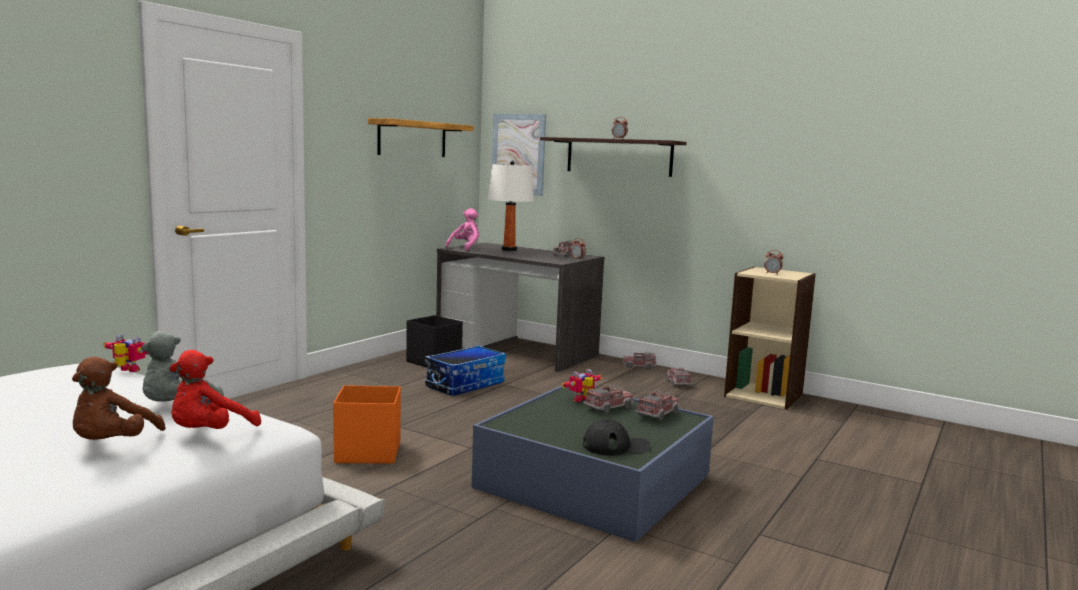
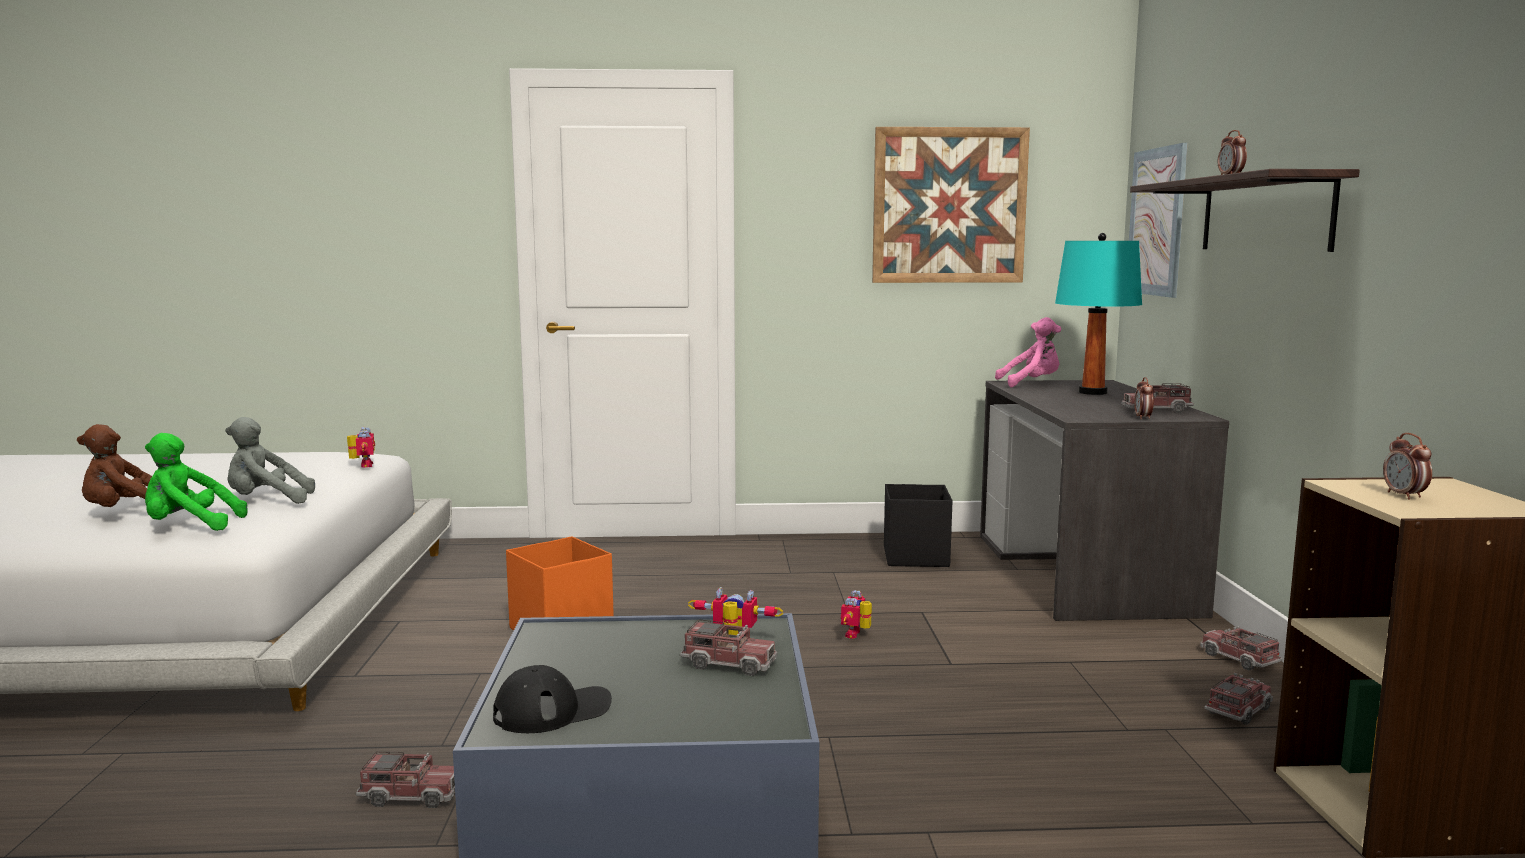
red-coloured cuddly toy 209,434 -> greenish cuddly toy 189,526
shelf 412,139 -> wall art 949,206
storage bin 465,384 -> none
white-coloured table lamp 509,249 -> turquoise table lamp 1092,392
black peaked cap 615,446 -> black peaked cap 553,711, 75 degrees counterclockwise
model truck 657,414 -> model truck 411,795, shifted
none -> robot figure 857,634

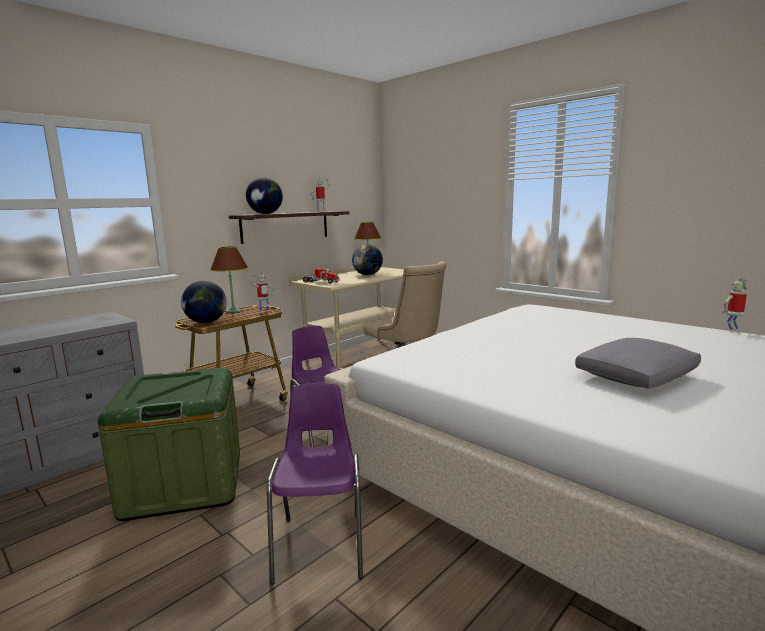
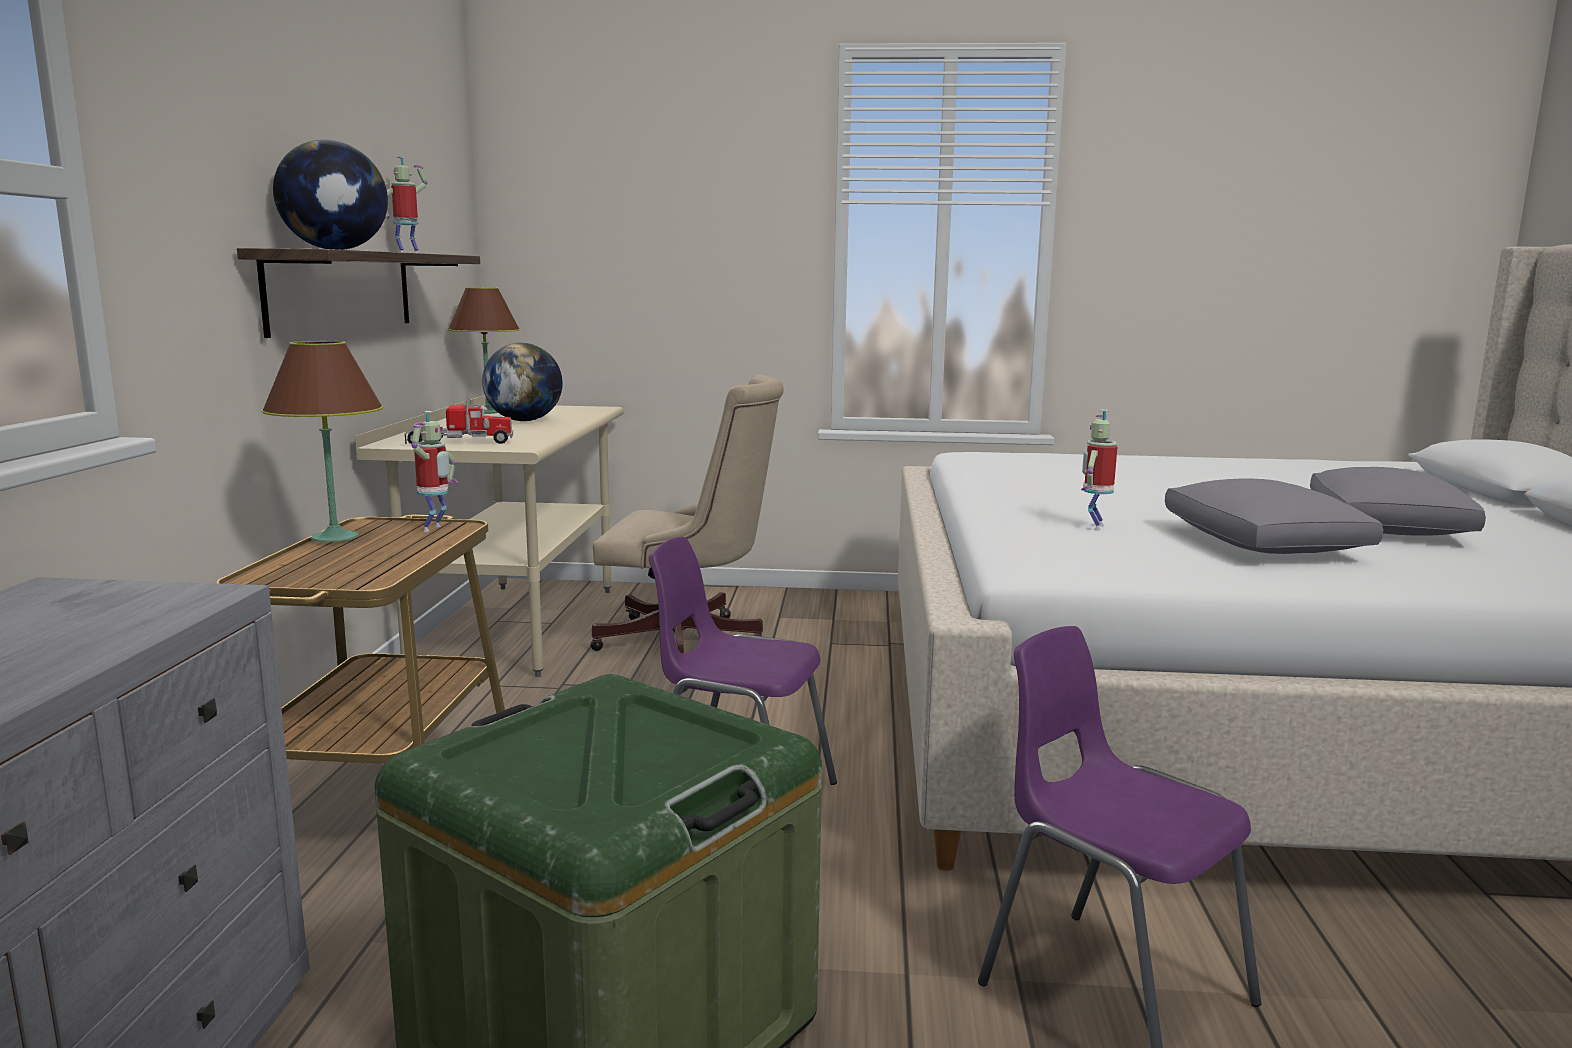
desk globe 206,322 -> none
robot figure 732,330 -> robot figure 1094,527, shifted
none -> gray cushion 1263,544

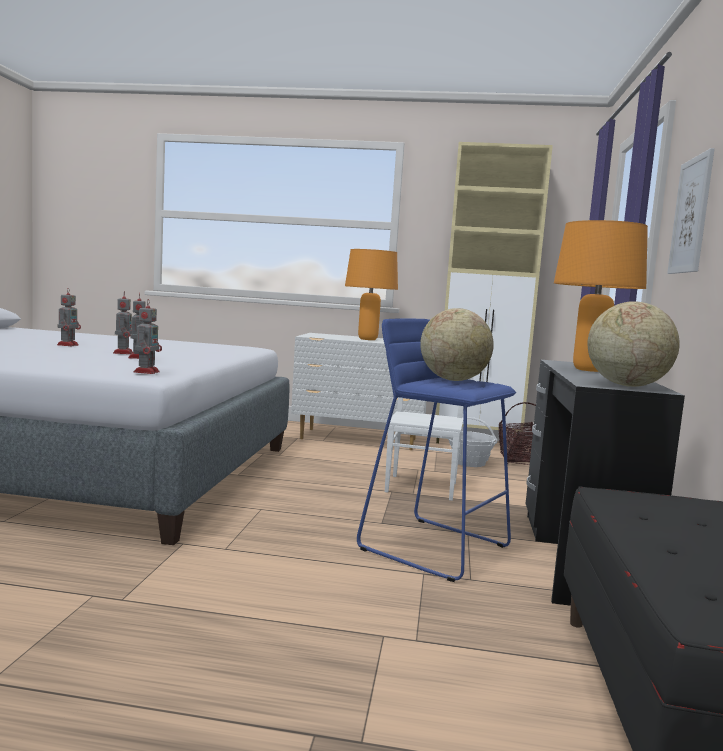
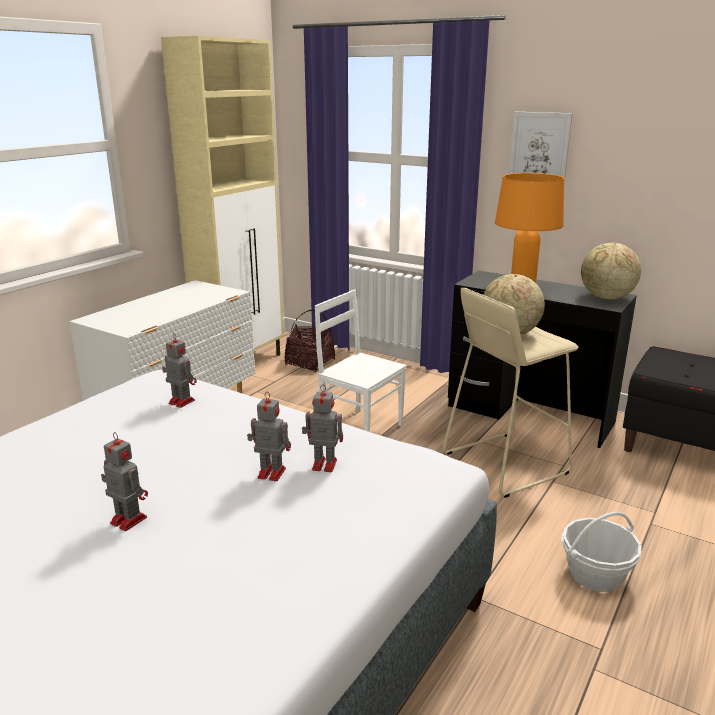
robot figure 147,372 -> robot figure 180,401, shifted
orange table lamp 367,339 -> none
bluish sitting stool 434,547 -> beige sitting stool 504,463
household basket 469,462 -> household basket 595,575, shifted

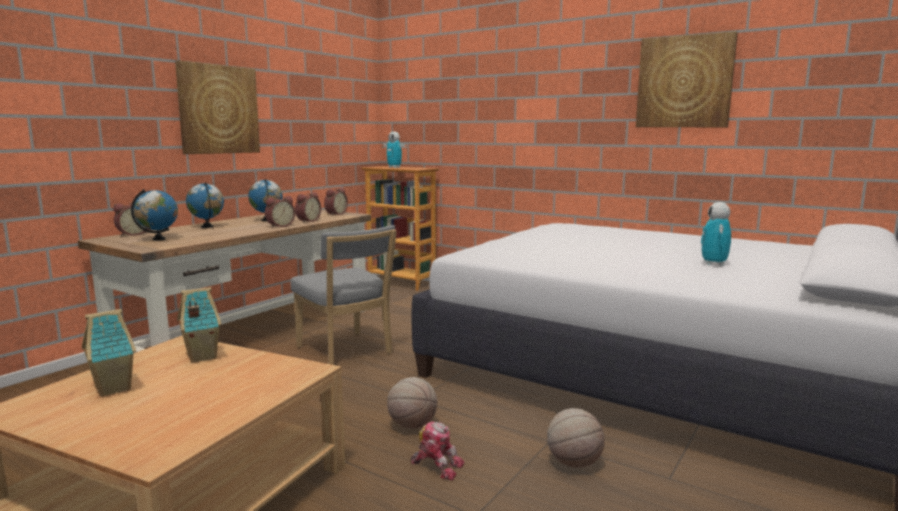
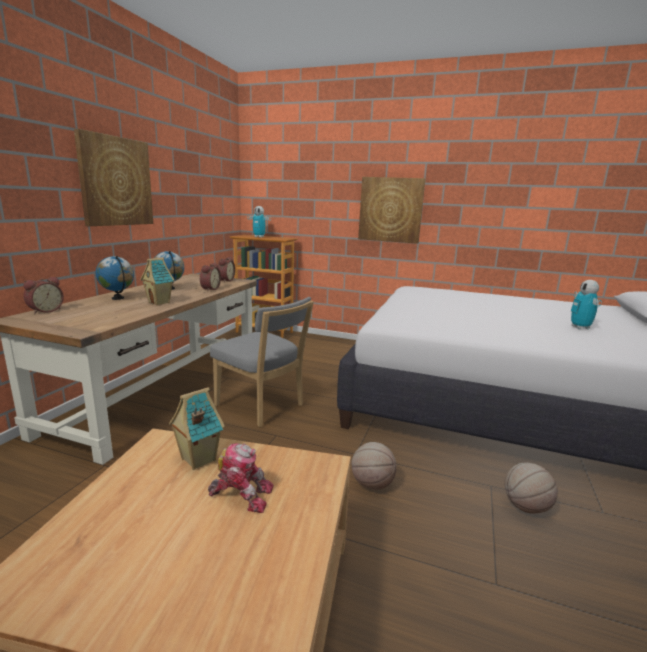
miniature house 115,389 -> miniature house 160,302, shifted
desk globe 159,239 -> none
bedside clock 280,226 -> none
robot figure 437,466 -> robot figure 241,494, shifted
wall art 684,82 -> wall art 390,210, shifted

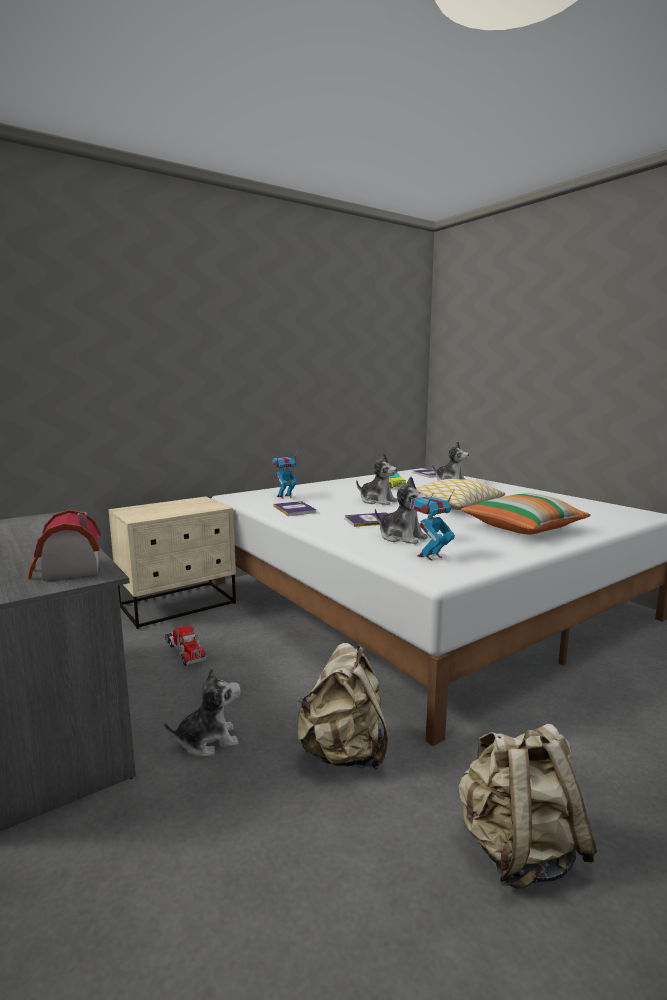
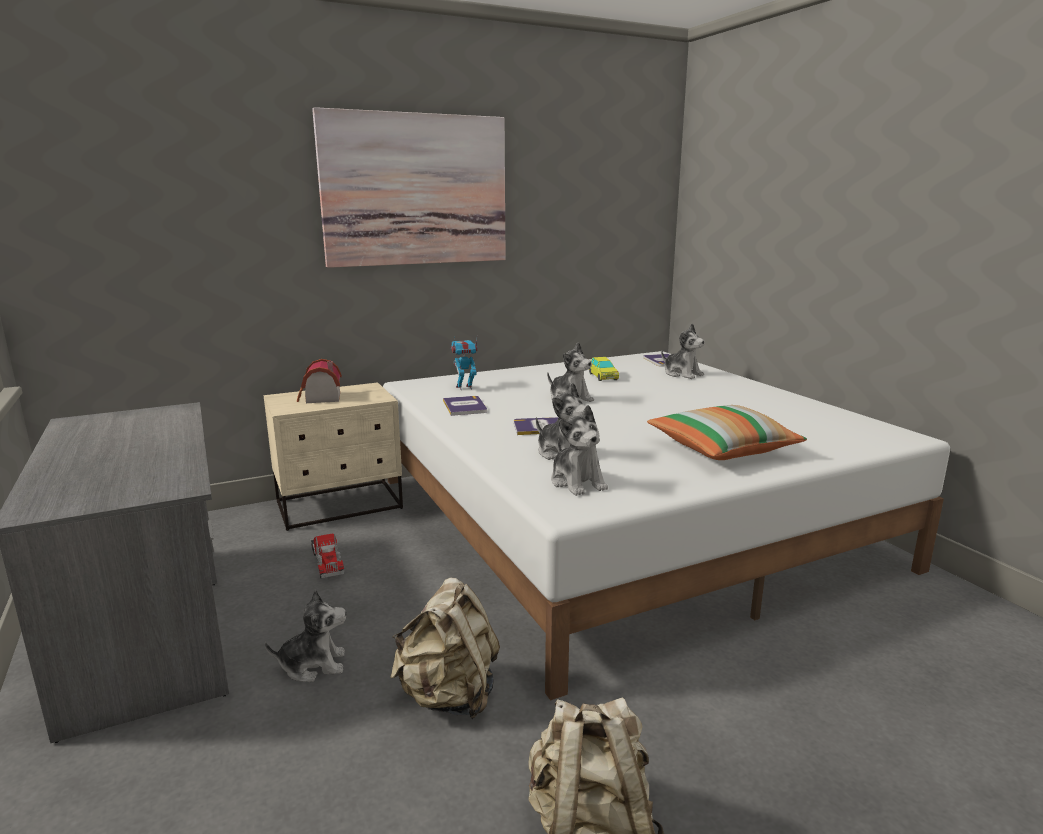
miniature house 67,570 -> miniature house 320,398, shifted
robot figure 430,556 -> cuddly toy 577,482
cushion 452,505 -> none
none -> wall art 416,190

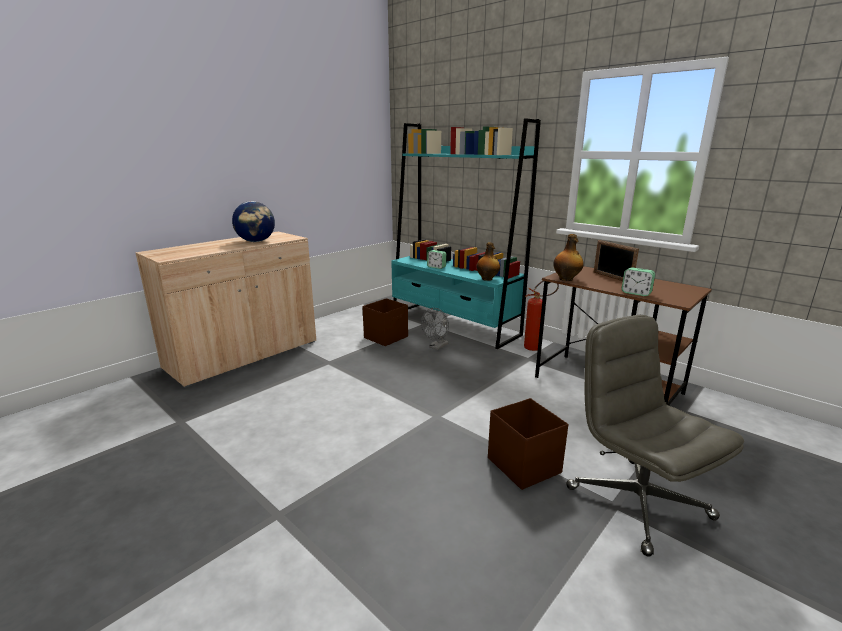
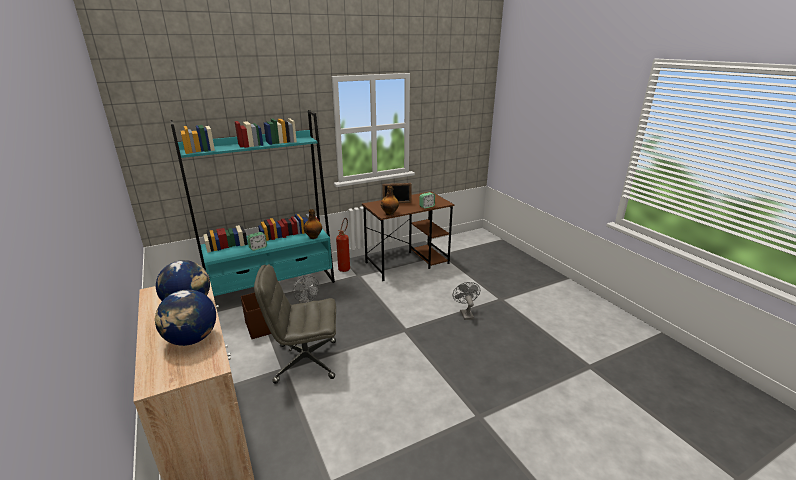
brown-coloured storage bin 523,465 -> gray fan 465,313
gray computer chair 636,502 -> gray computer chair 305,361, shifted
none -> desk globe 192,339

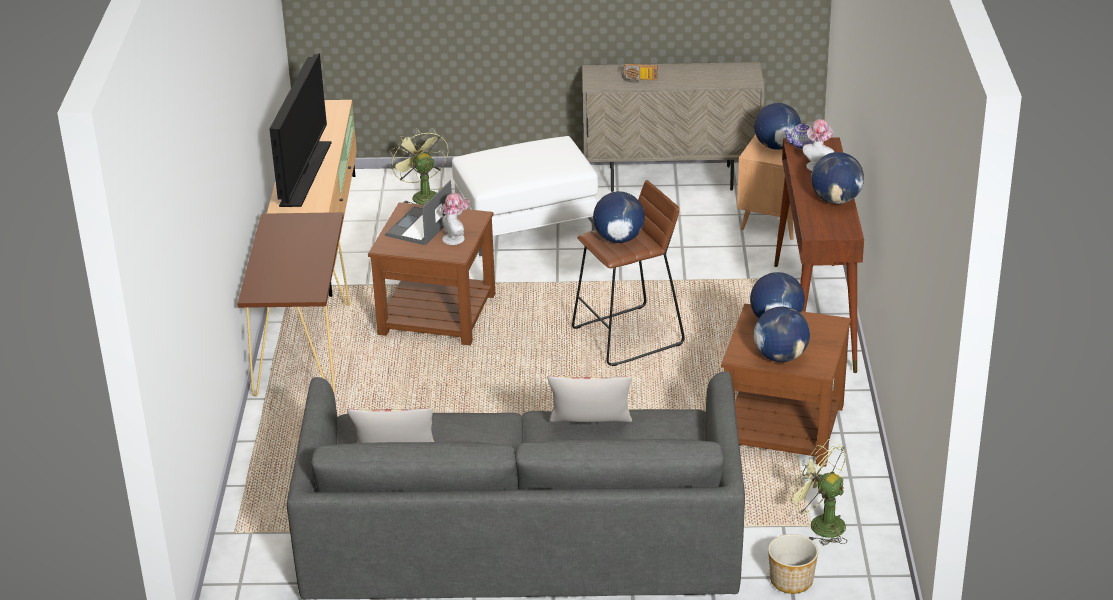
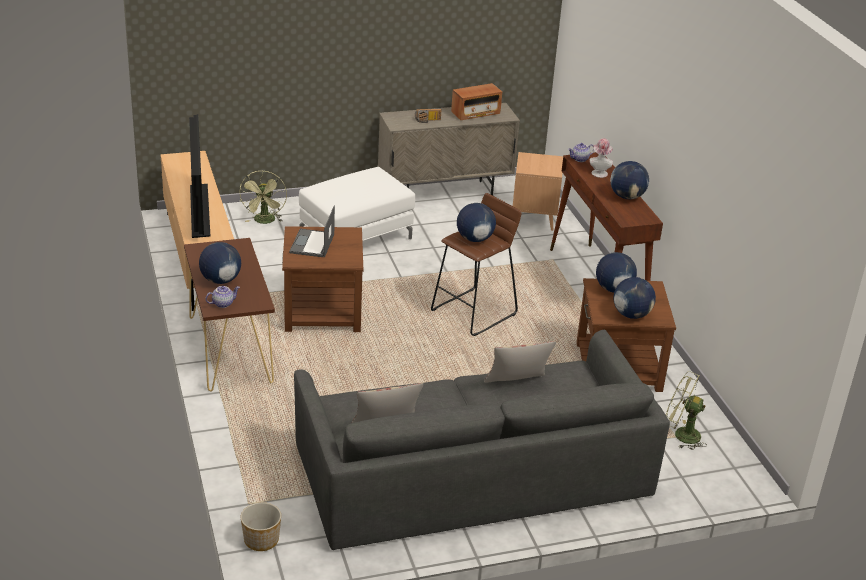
greenish fan 422,196 -> greenish fan 264,221, 135 degrees counterclockwise
clothing hat 456,238 -> none
desk globe 776,146 -> desk globe 220,280, shifted
planter 791,581 -> planter 261,540, shifted
none -> pot for tea 223,303
none -> radio set 475,113

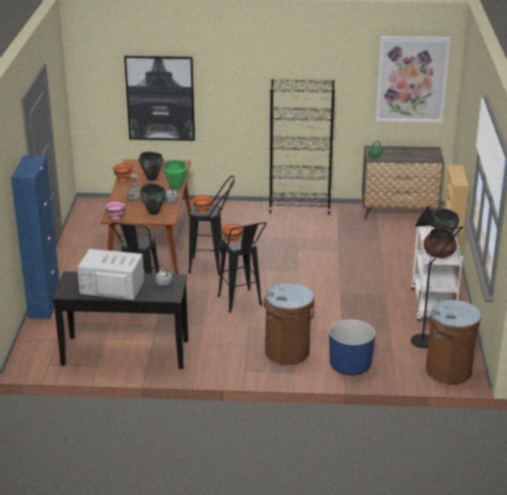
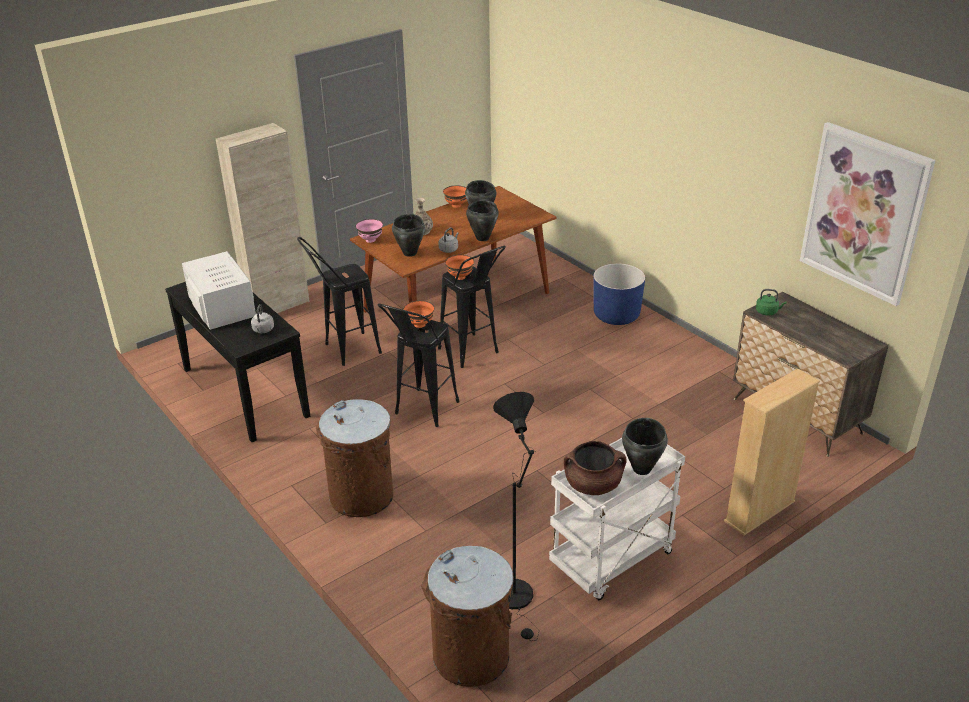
bluish cabinet 44,305 -> beige cabinet 277,306
wall art 160,98 -> none
greenish cooking pot 176,187 -> black cooking pot 482,238
black bookshelf 299,209 -> none
bluish planter 350,365 -> bluish planter 616,315, shifted

